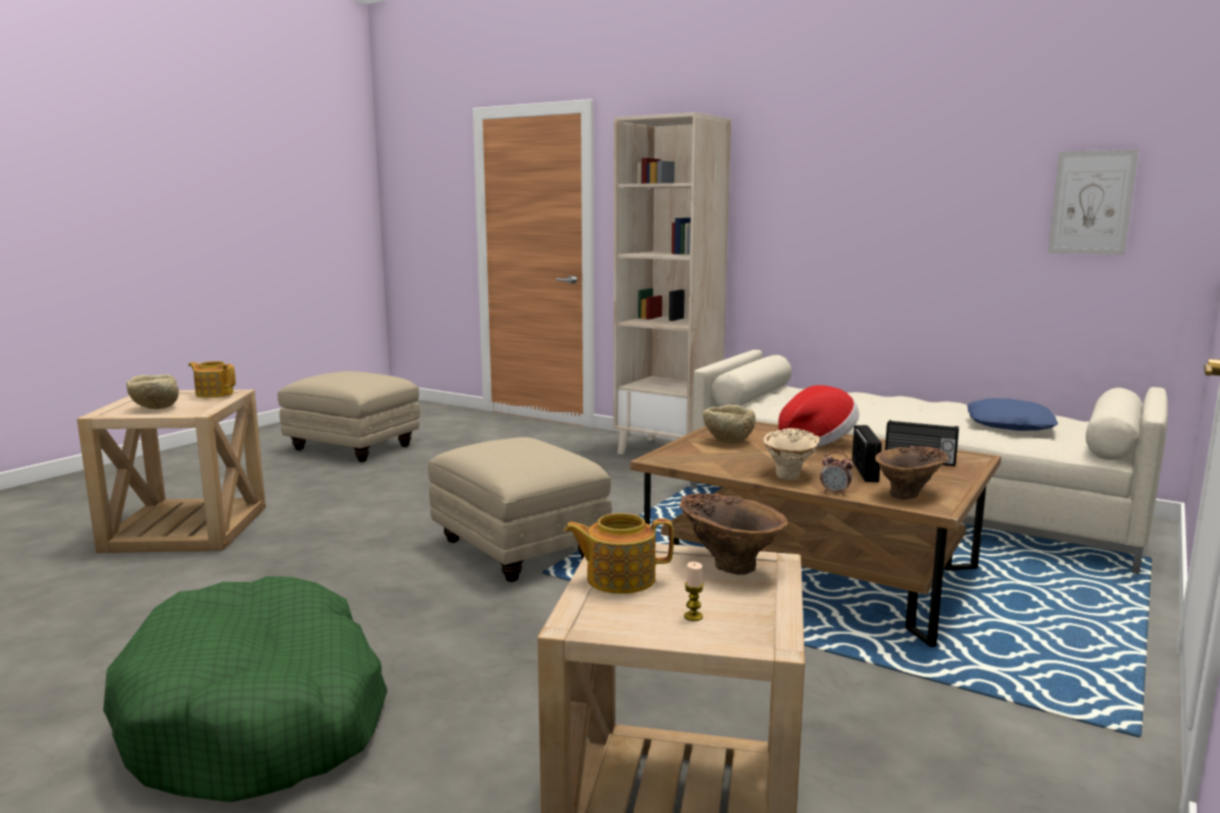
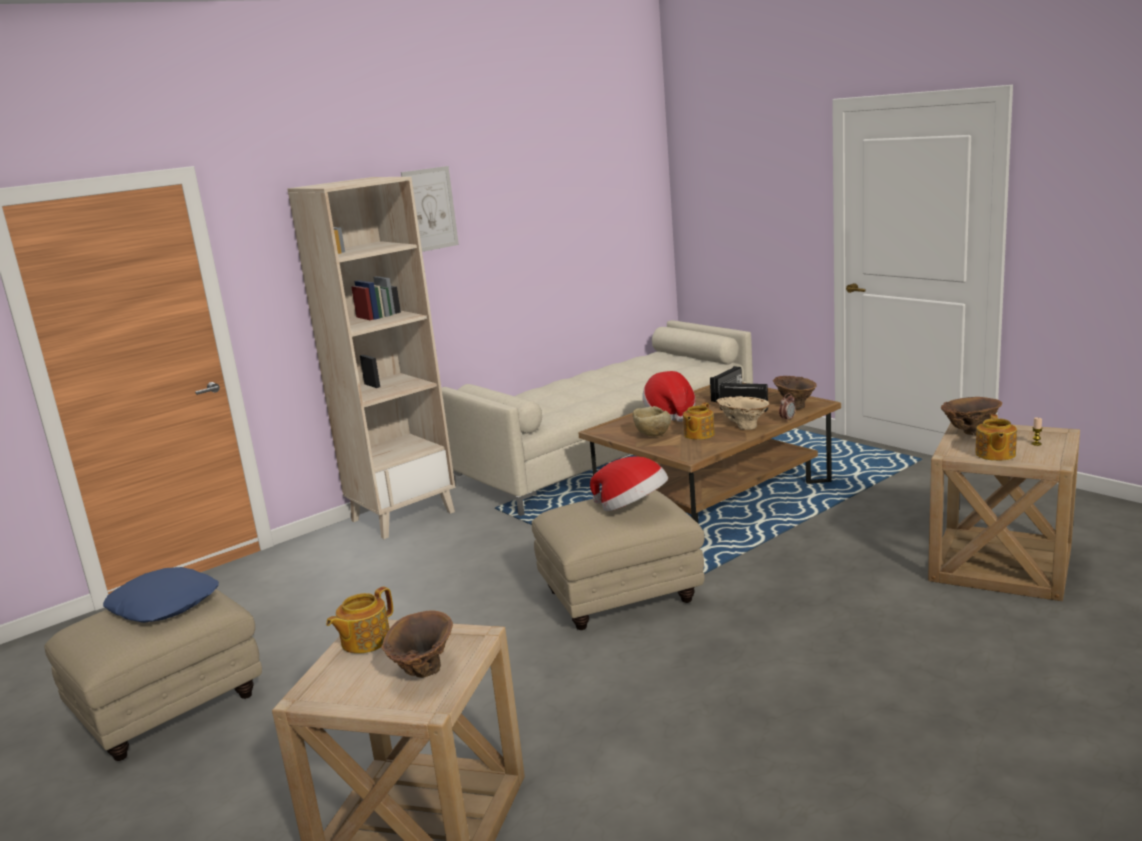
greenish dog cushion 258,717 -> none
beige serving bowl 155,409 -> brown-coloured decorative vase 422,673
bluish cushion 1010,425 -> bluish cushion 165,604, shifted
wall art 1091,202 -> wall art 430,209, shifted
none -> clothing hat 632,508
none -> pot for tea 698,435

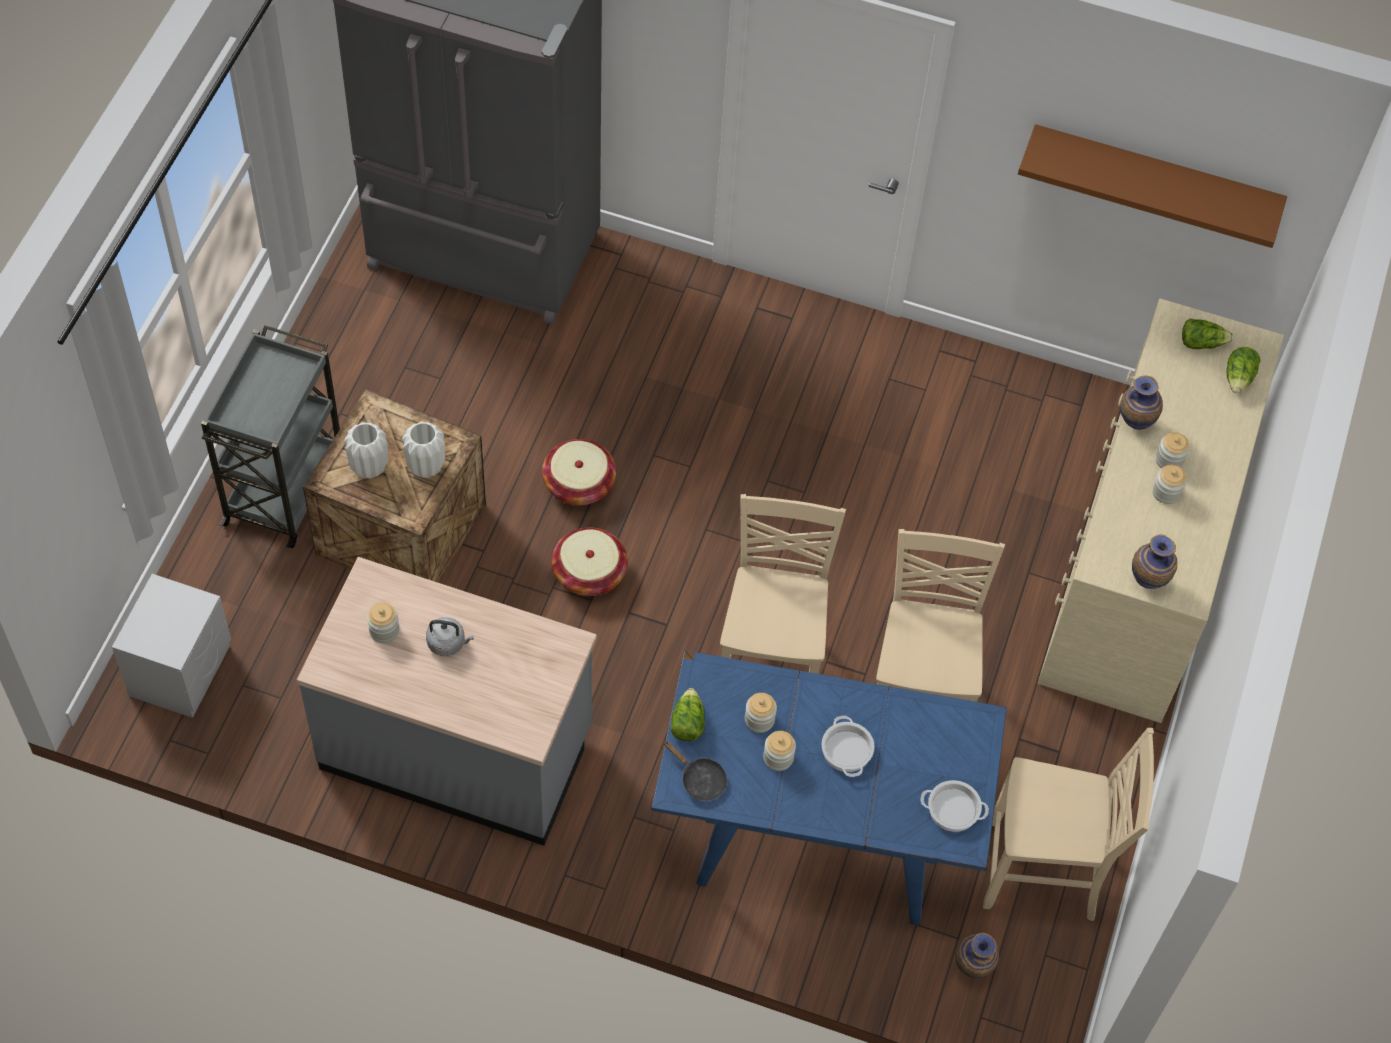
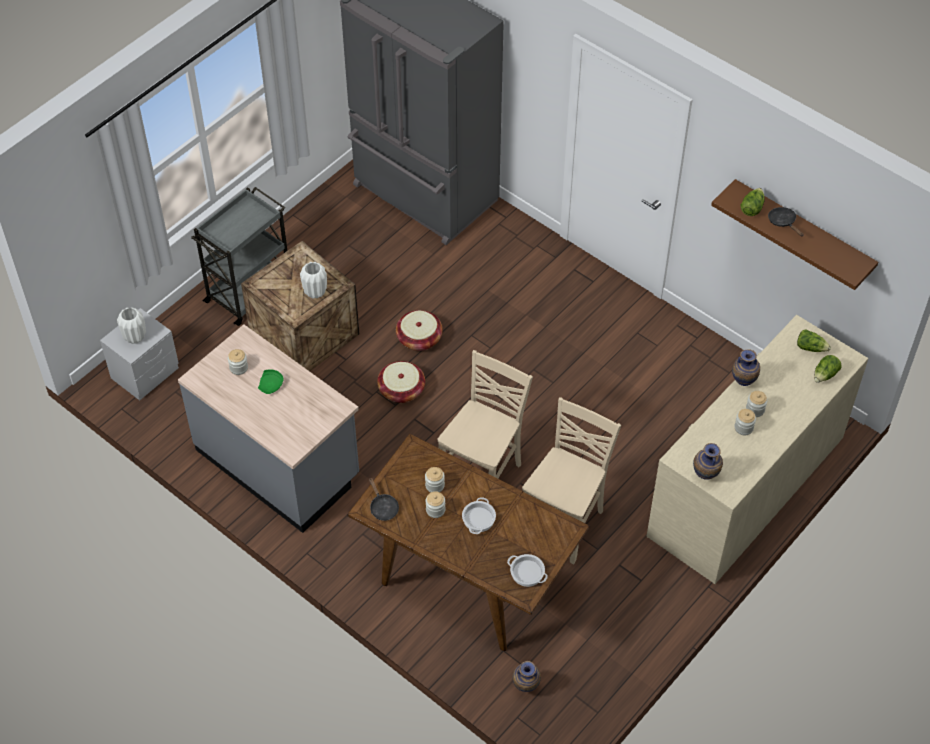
white-coloured decorative vase 368,468 -> white-coloured decorative vase 134,337, shifted
gray water kettle 448,643 -> greenish plate 271,385
bluish dinner table 817,831 -> brown-coloured dinner table 467,577
lettuce head 687,723 -> lettuce head 752,207, shifted
beige upright chair 1044,874 -> none
none -> black frying pan 783,222

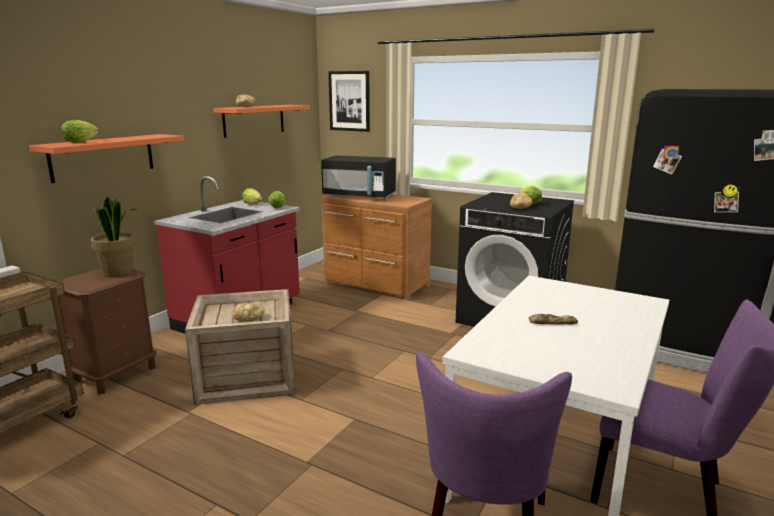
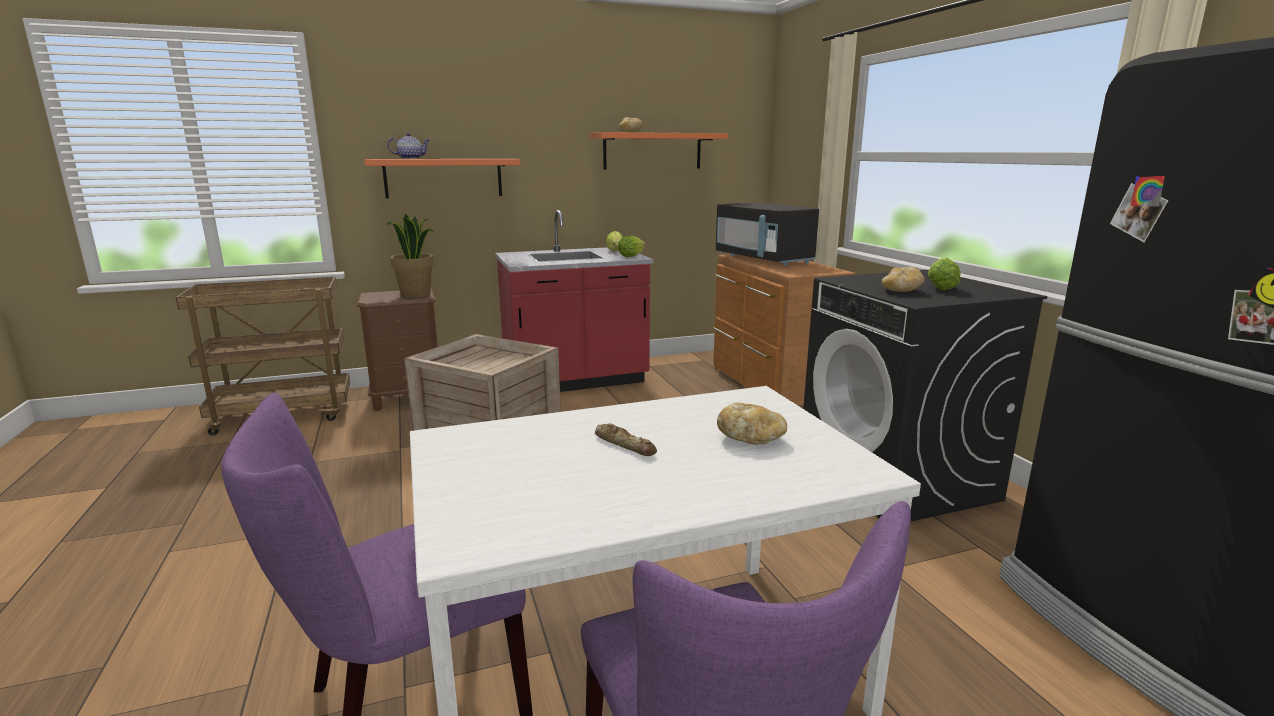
lettuce head 82,142 -> pot for tea 410,158
bread 249,318 -> bread 751,438, shifted
wall art 349,101 -> none

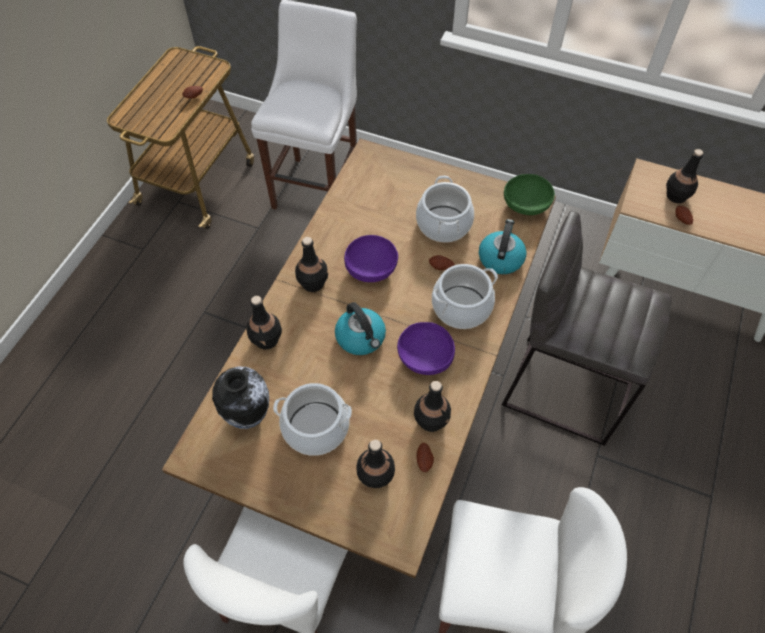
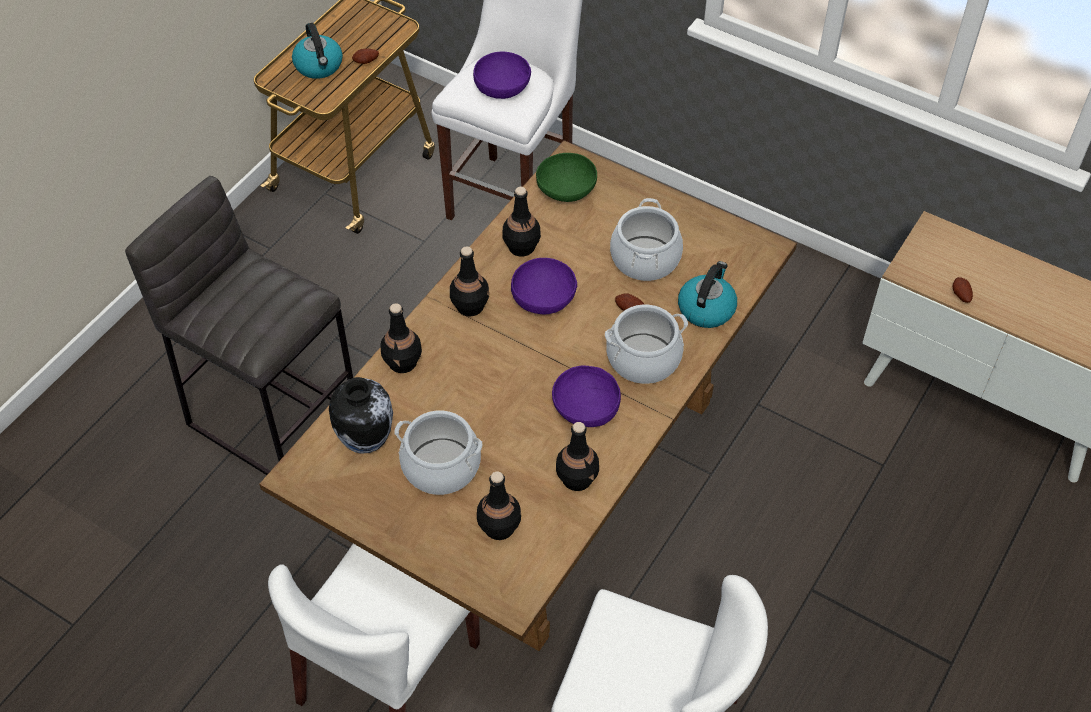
water kettle 361,338 -> water kettle 319,66, shifted
potato 424,460 -> none
gray sitting stool 563,388 -> gray sitting stool 273,417, shifted
greenish serving bowl 526,206 -> greenish serving bowl 566,192, shifted
black drink bottle 676,196 -> black drink bottle 521,247, shifted
none -> purple-coloured serving bowl 502,88

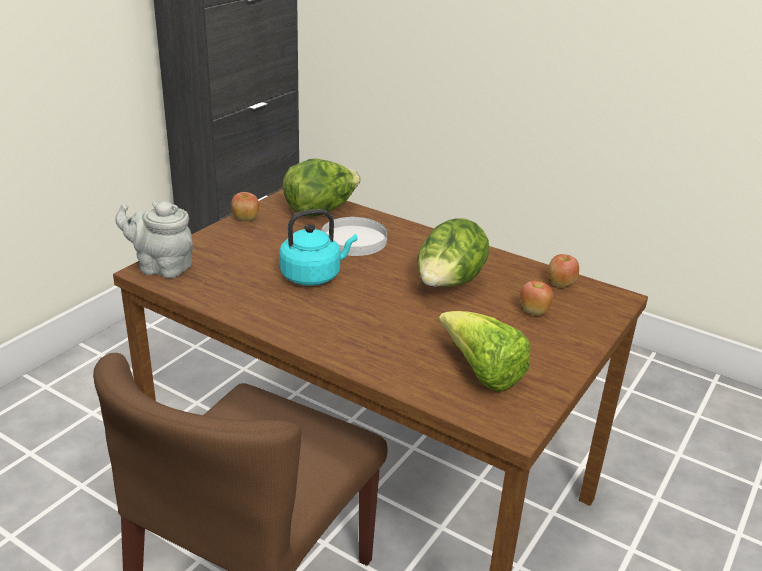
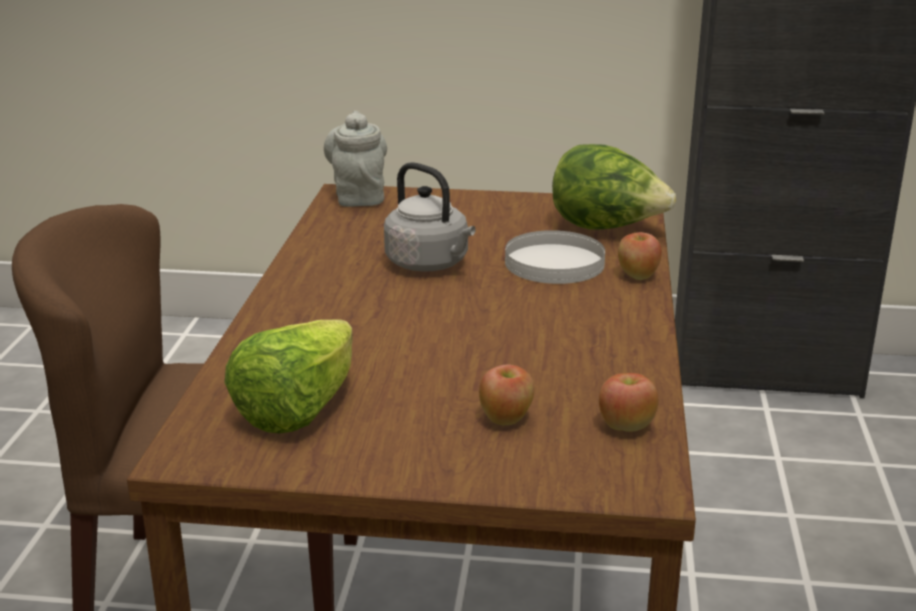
apple fruit 245,219 -> apple fruit 637,276, shifted
turquoise water kettle 314,276 -> gray water kettle 430,264
lettuce head 448,285 -> none

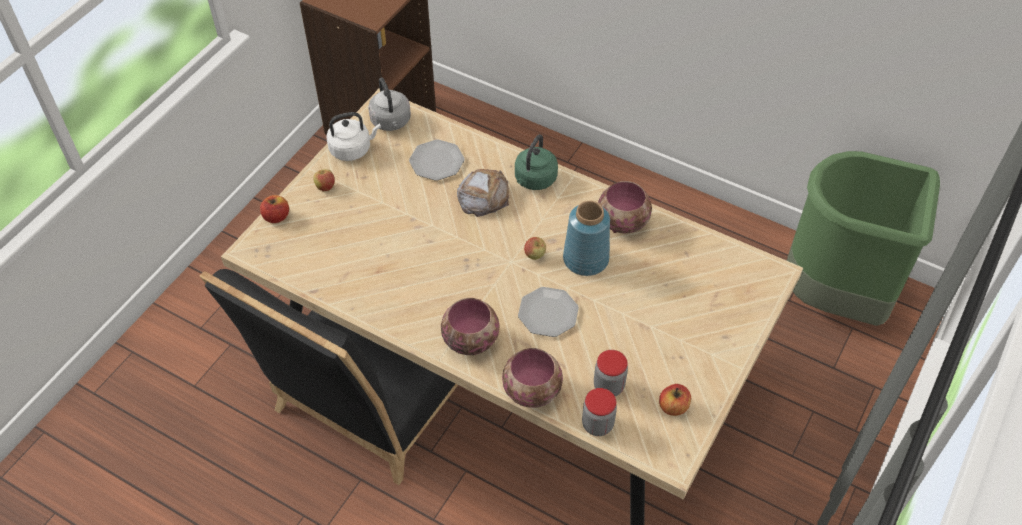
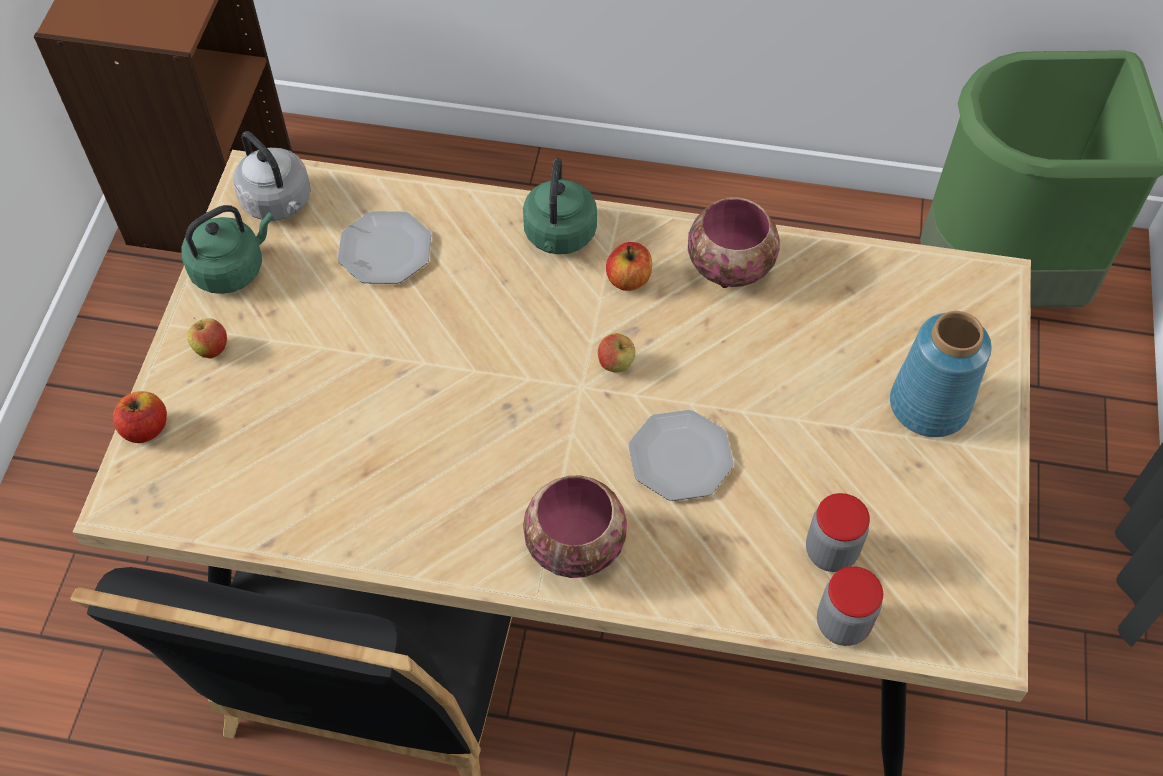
white-coloured water kettle 352,149 -> greenish water kettle 232,268
bread 483,196 -> none
serving bowl 533,391 -> none
bluish decorative vase 586,258 -> bluish decorative vase 929,404, shifted
apple fruit 673,407 -> apple fruit 629,279, shifted

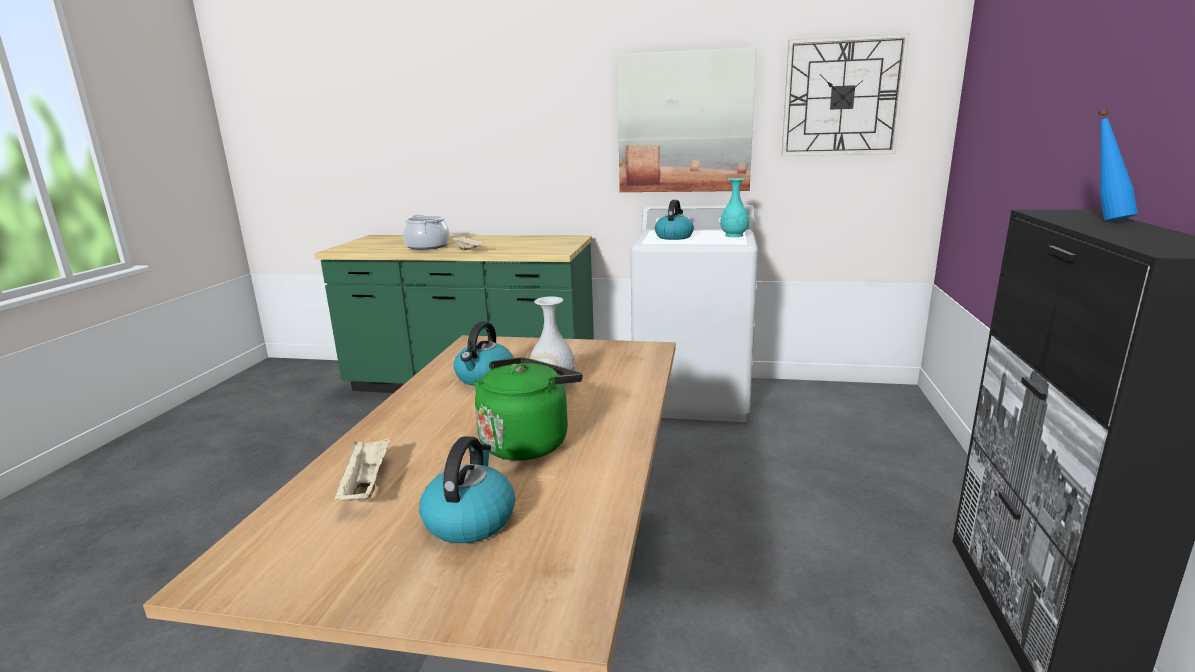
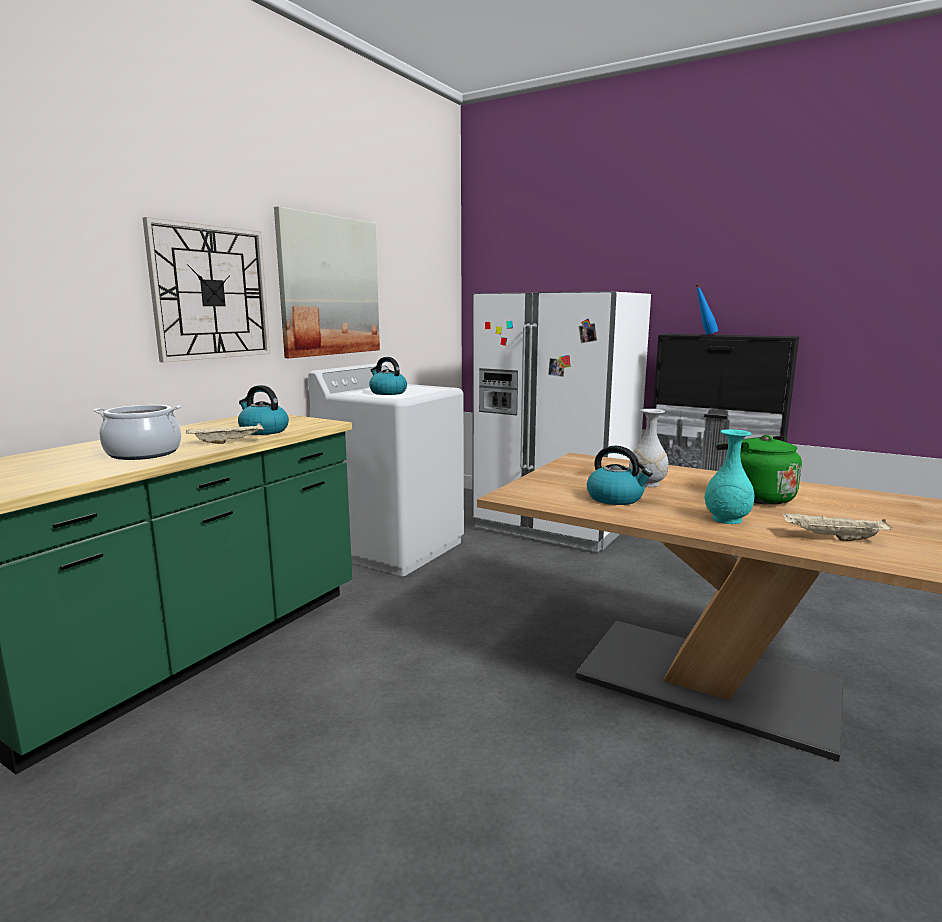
water kettle 470,519 -> water kettle 263,431, shifted
turquoise decorative vase 733,235 -> turquoise decorative vase 726,519, shifted
clock on the wall 842,97 -> clock on the wall 211,293, shifted
none -> white-coloured refrigerator 556,524

